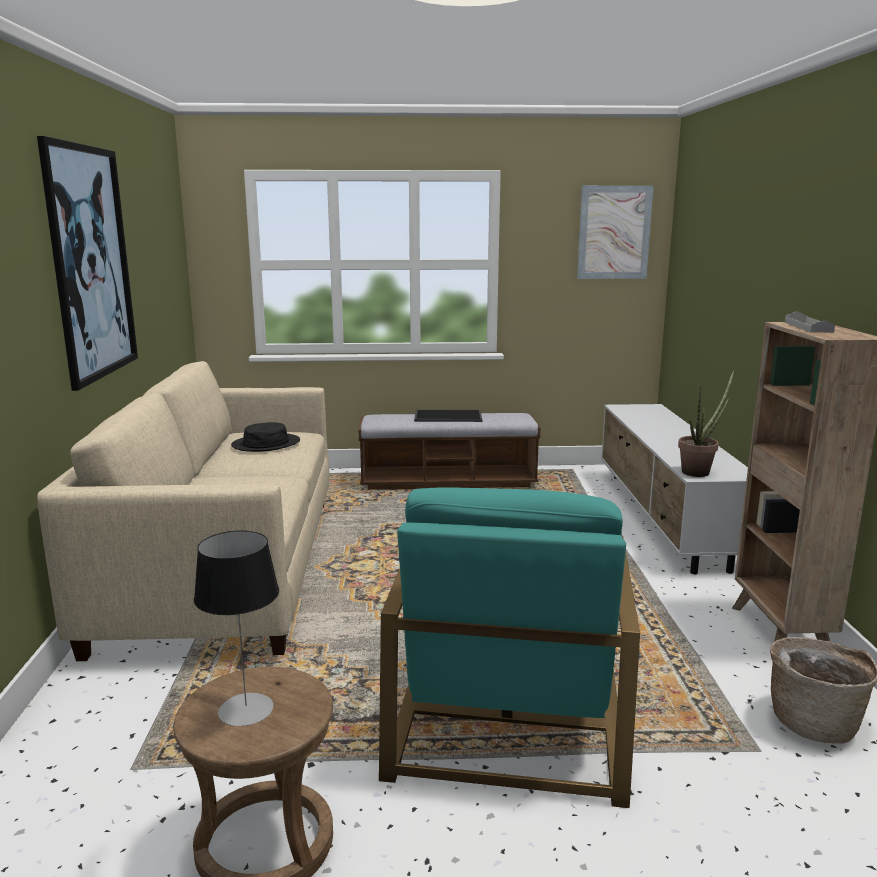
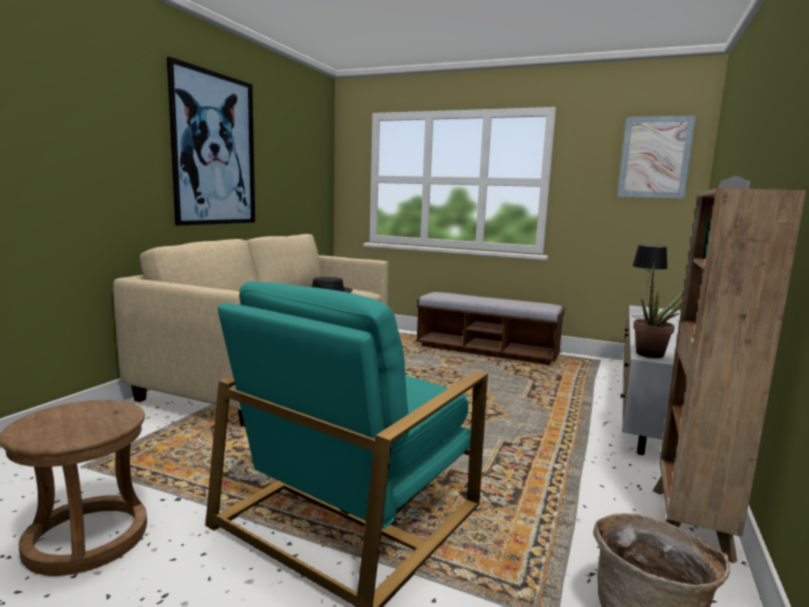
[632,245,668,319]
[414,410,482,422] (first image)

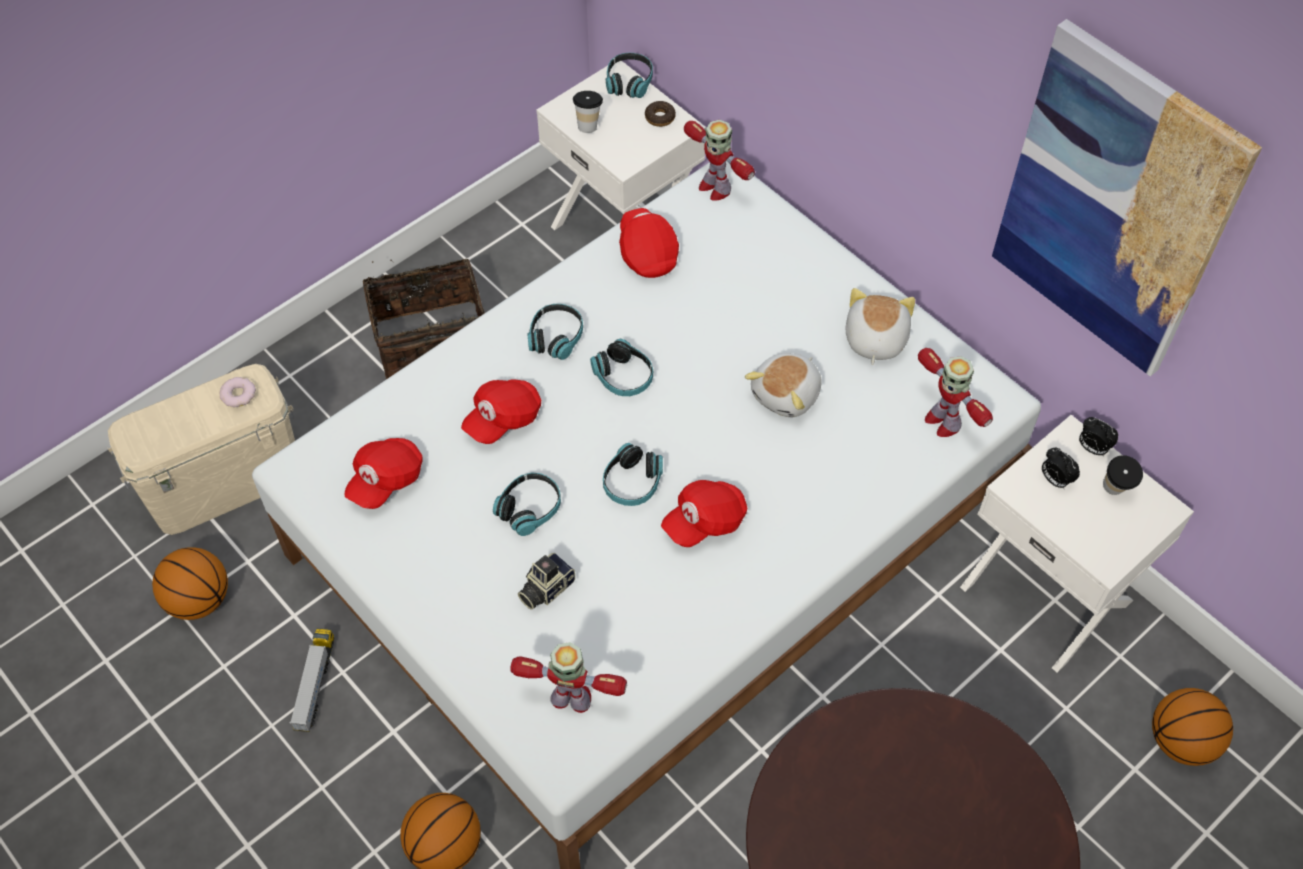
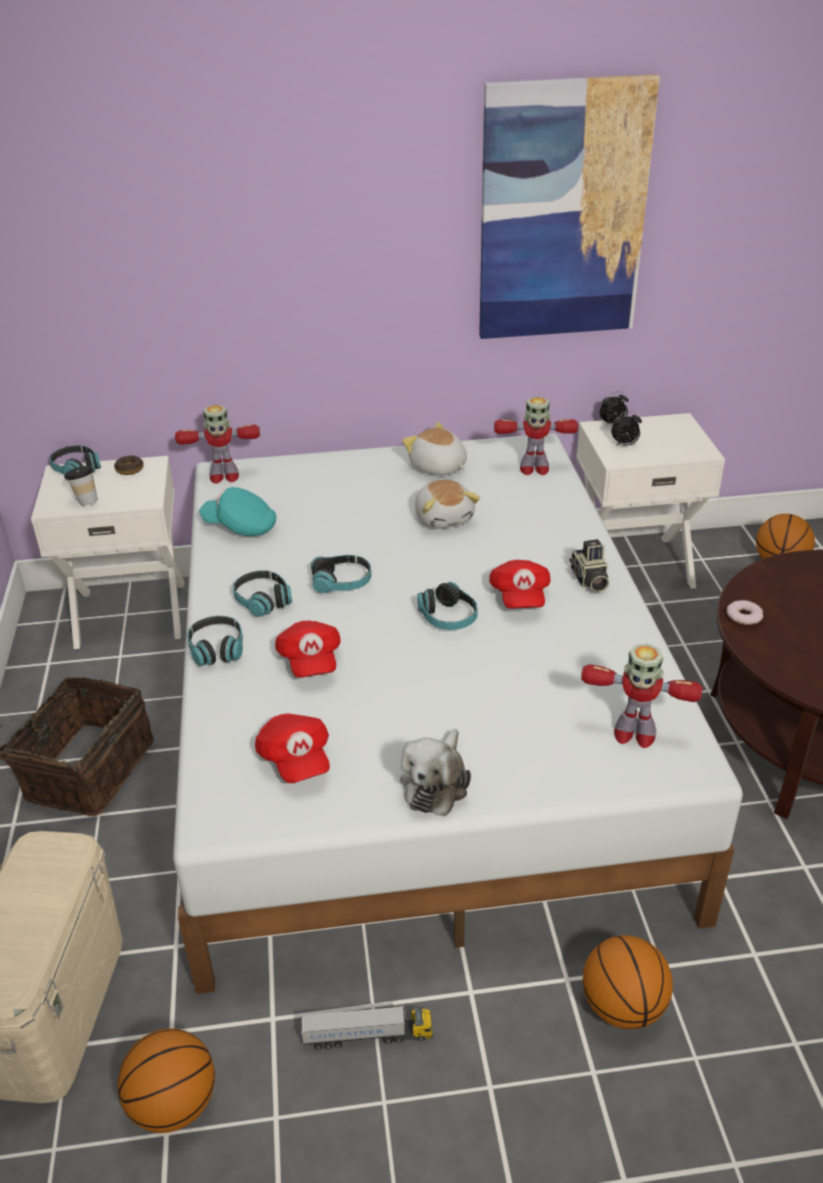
[187,616,243,666]
[199,487,276,536]
[301,1006,433,1050]
[400,729,471,816]
[569,539,609,593]
[581,644,703,748]
[727,600,763,625]
[1103,455,1143,495] (first image)

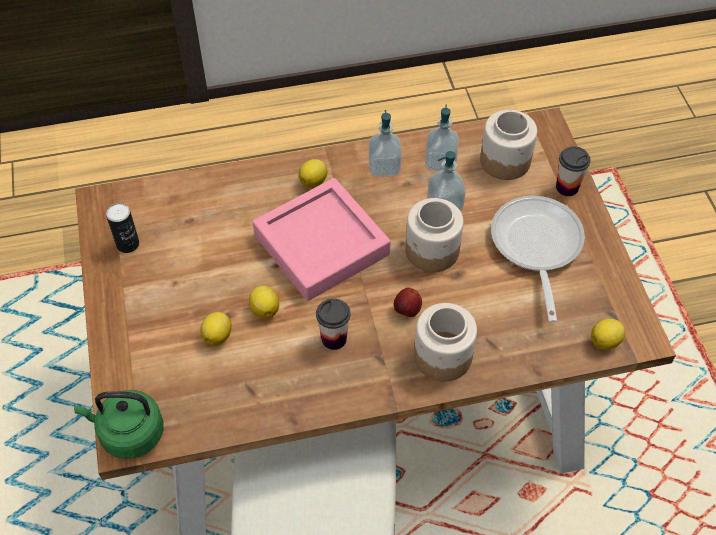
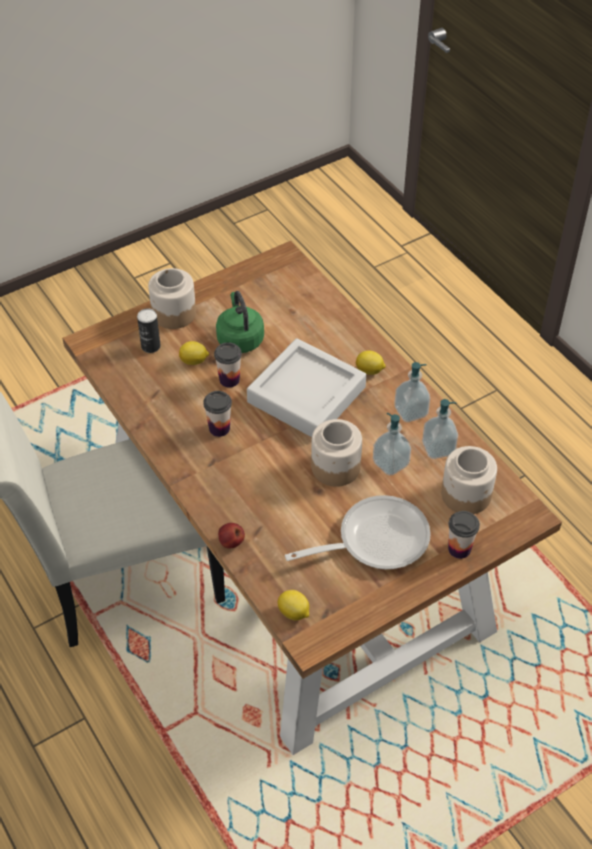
[137,308,161,353]
[148,268,196,329]
[214,342,242,388]
[216,291,264,353]
[218,523,245,549]
[247,338,366,437]

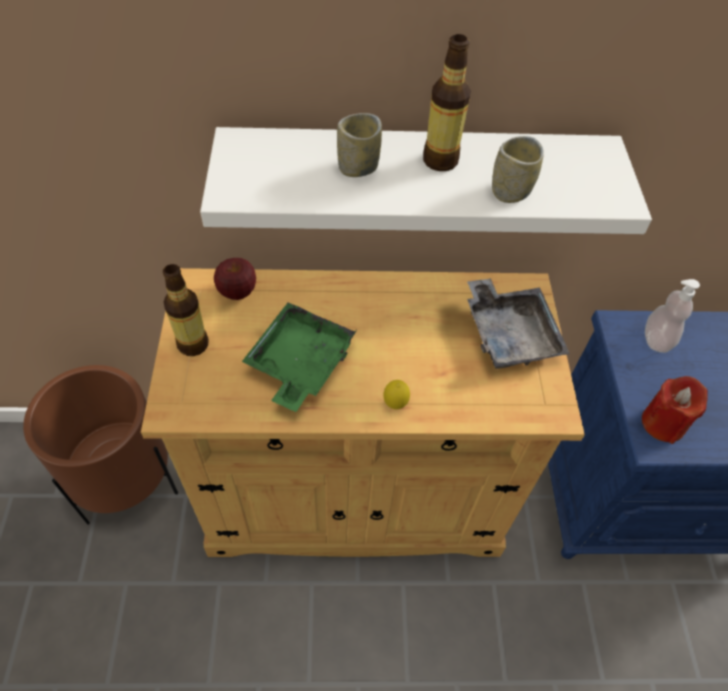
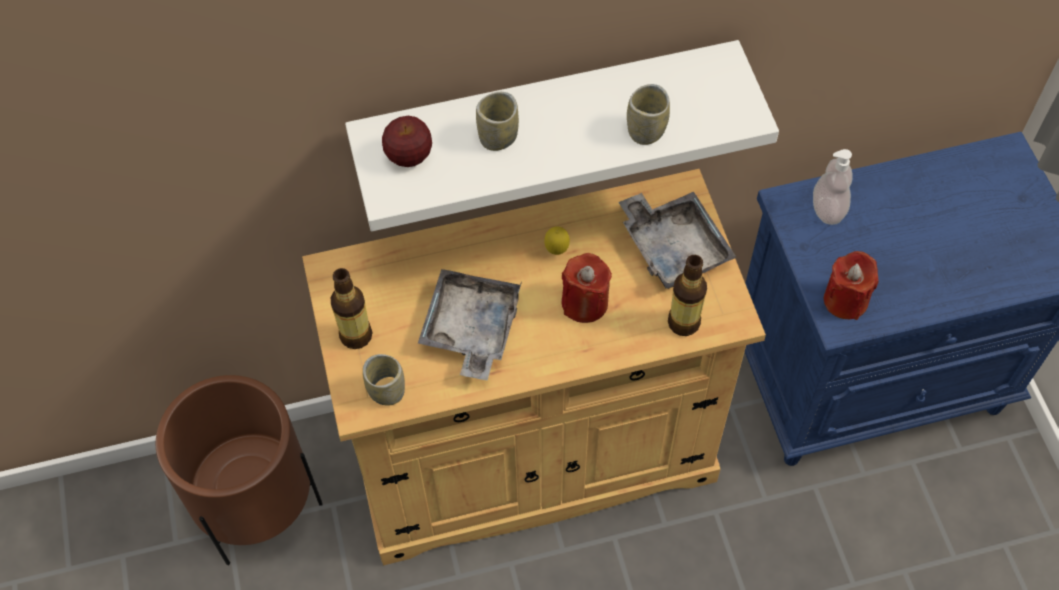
[363,354,405,405]
[382,116,432,167]
[418,269,522,380]
[544,226,570,255]
[561,253,612,323]
[668,255,707,336]

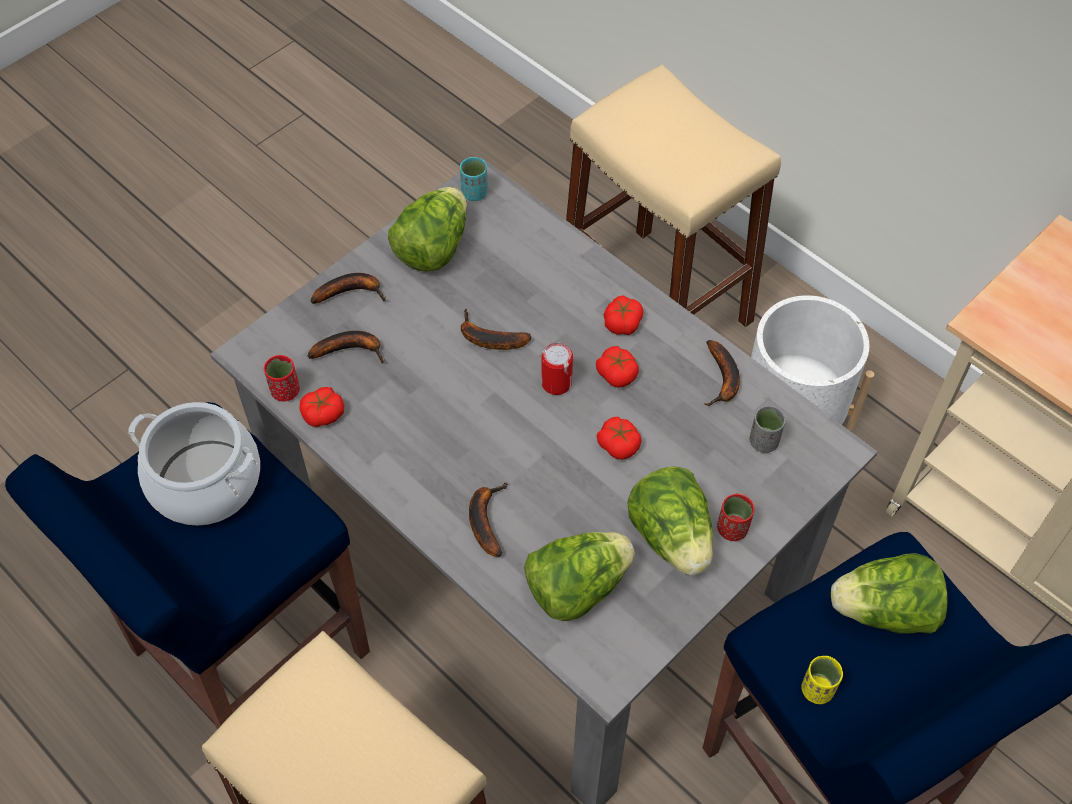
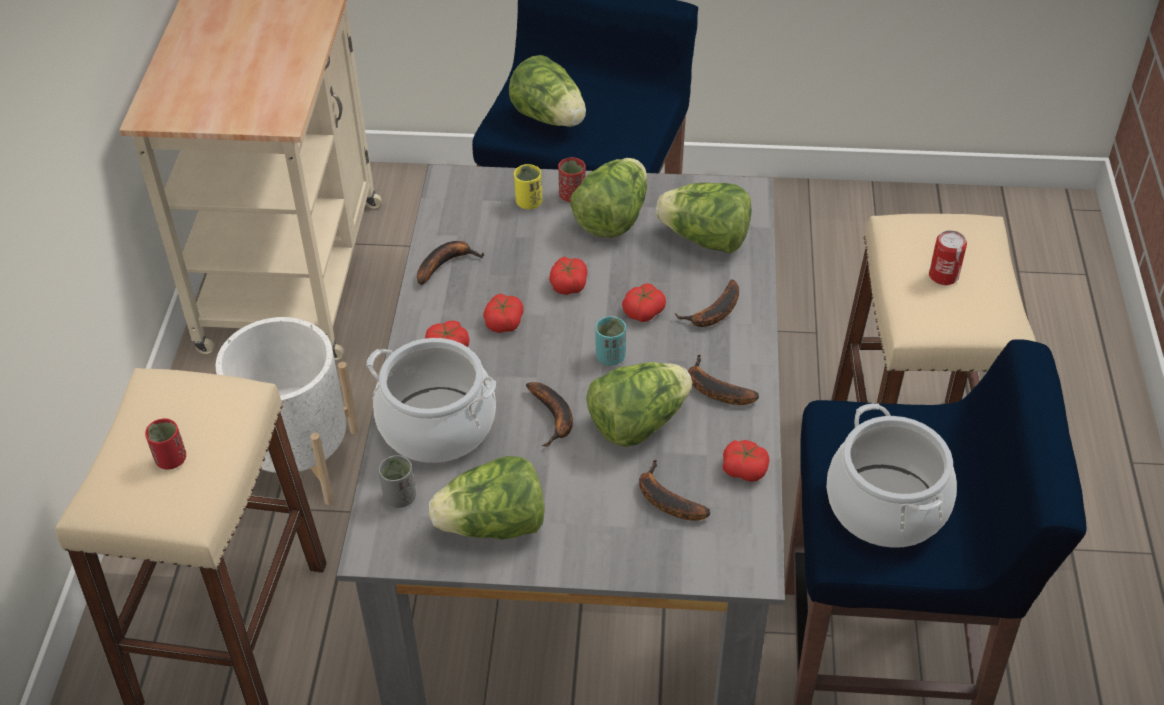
[145,418,186,470]
[367,338,496,463]
[378,455,416,508]
[514,164,543,209]
[586,362,692,447]
[595,316,626,365]
[622,284,666,322]
[688,354,759,405]
[929,230,967,285]

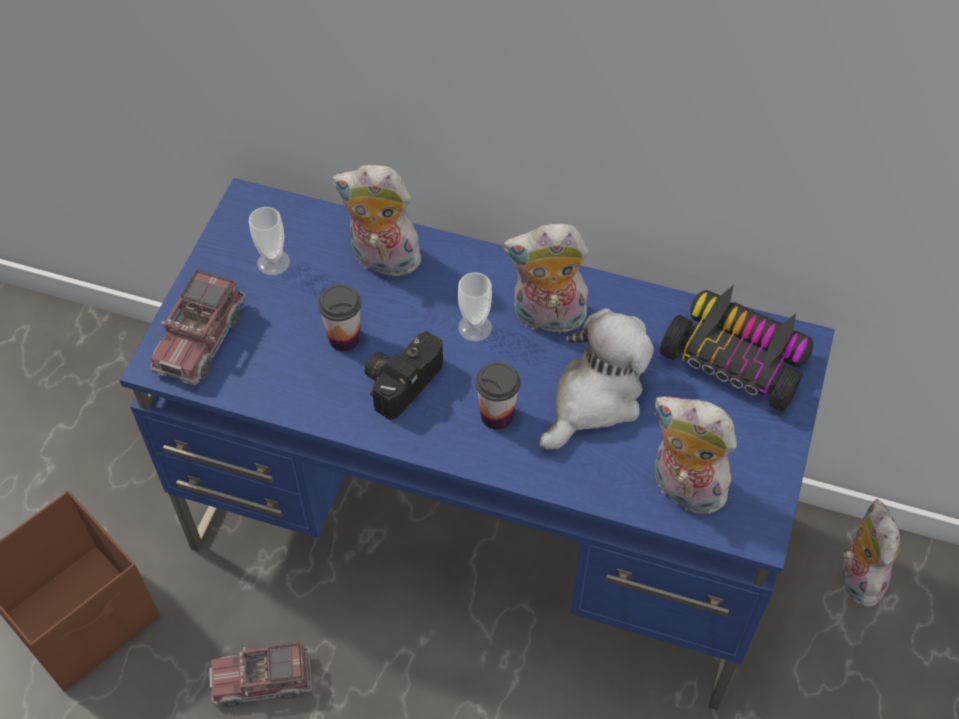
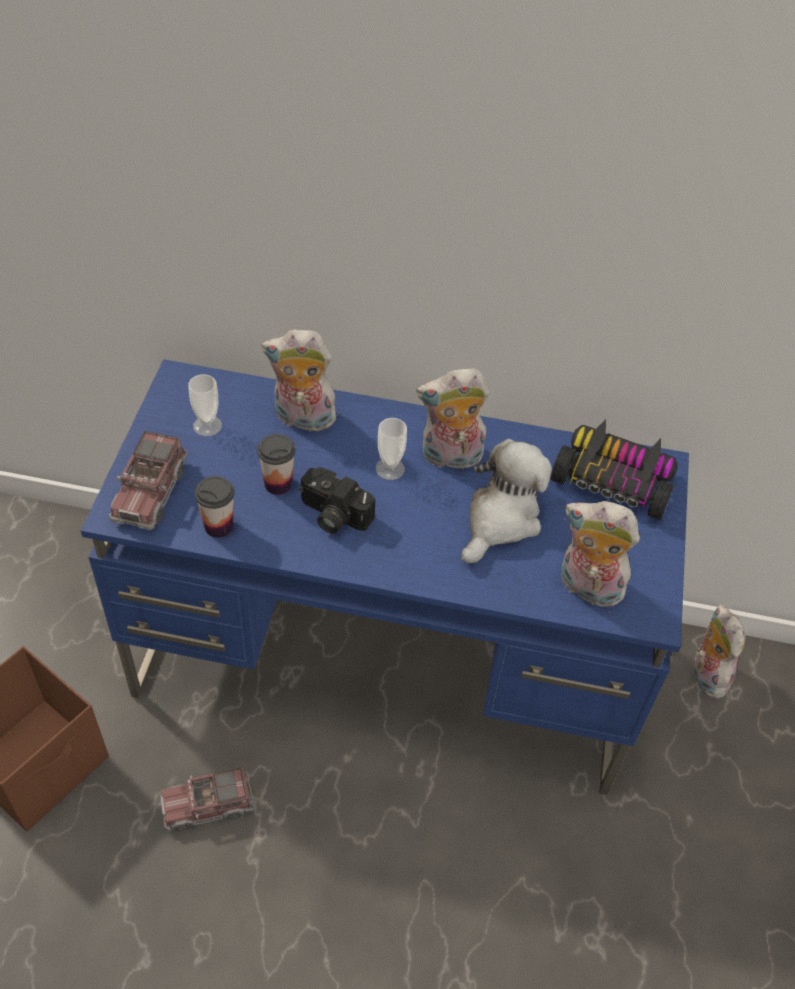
[195,476,234,538]
[299,467,375,534]

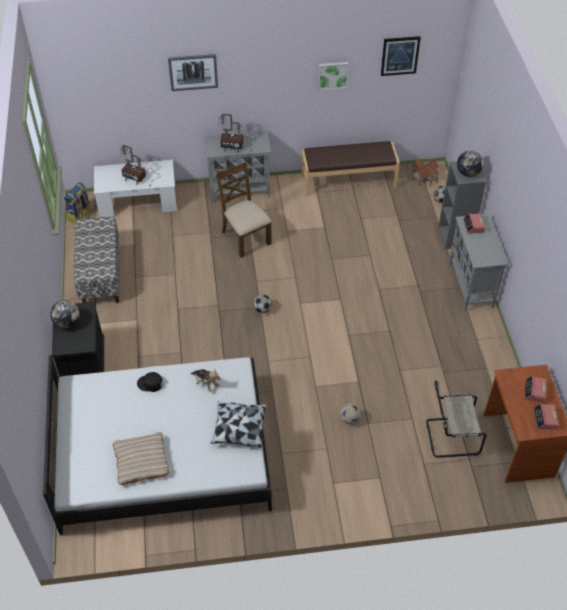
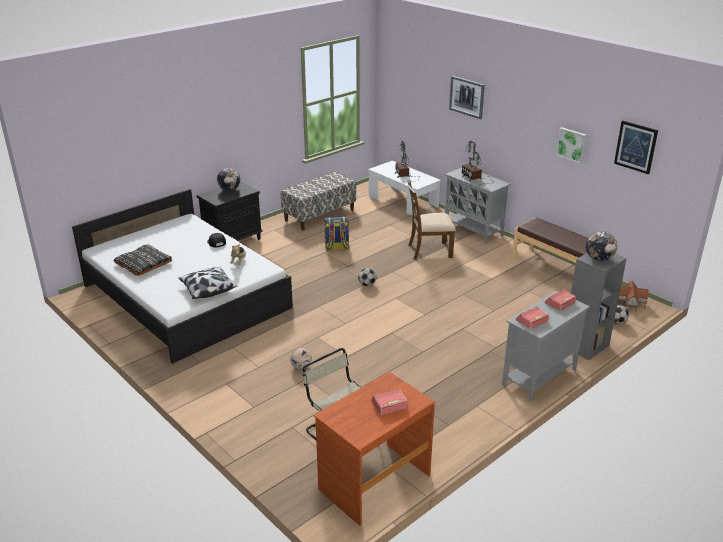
[113,244,172,276]
[324,217,349,251]
[407,179,456,260]
[516,306,549,329]

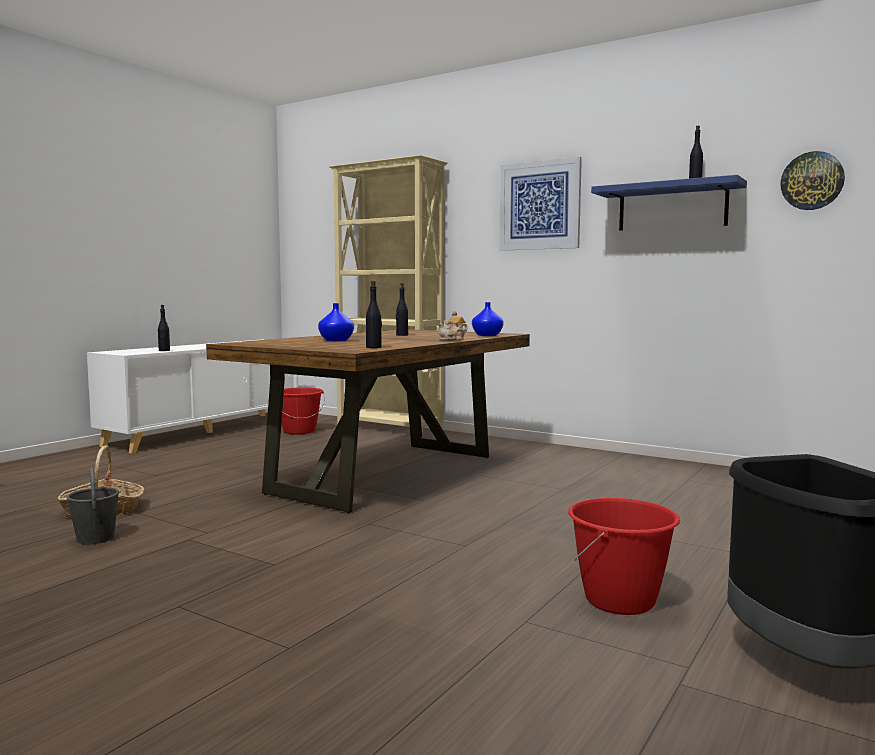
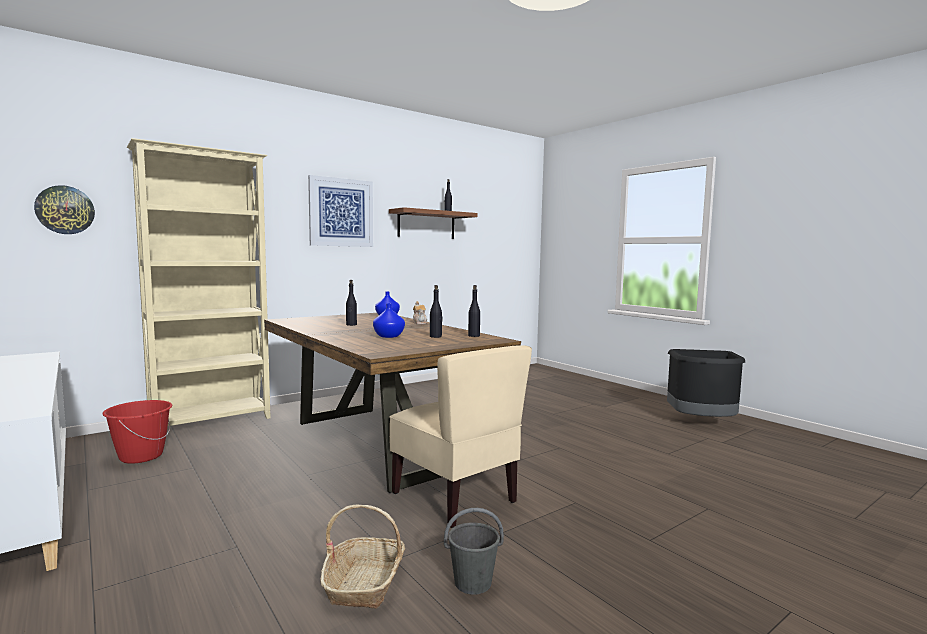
[34,185,95,234]
[389,207,478,239]
[389,345,532,528]
[430,285,442,338]
[568,498,680,615] (first image)

